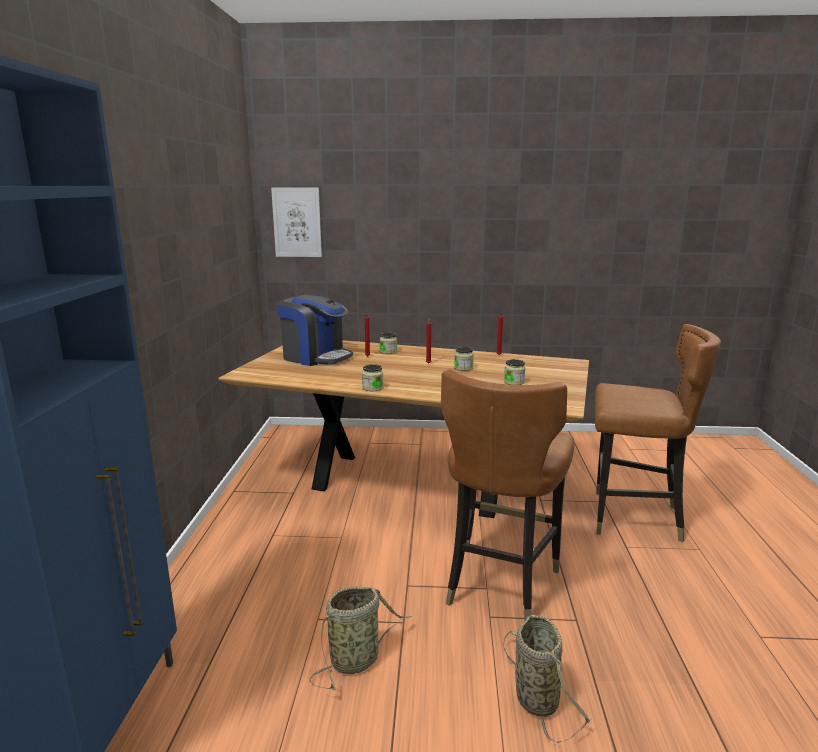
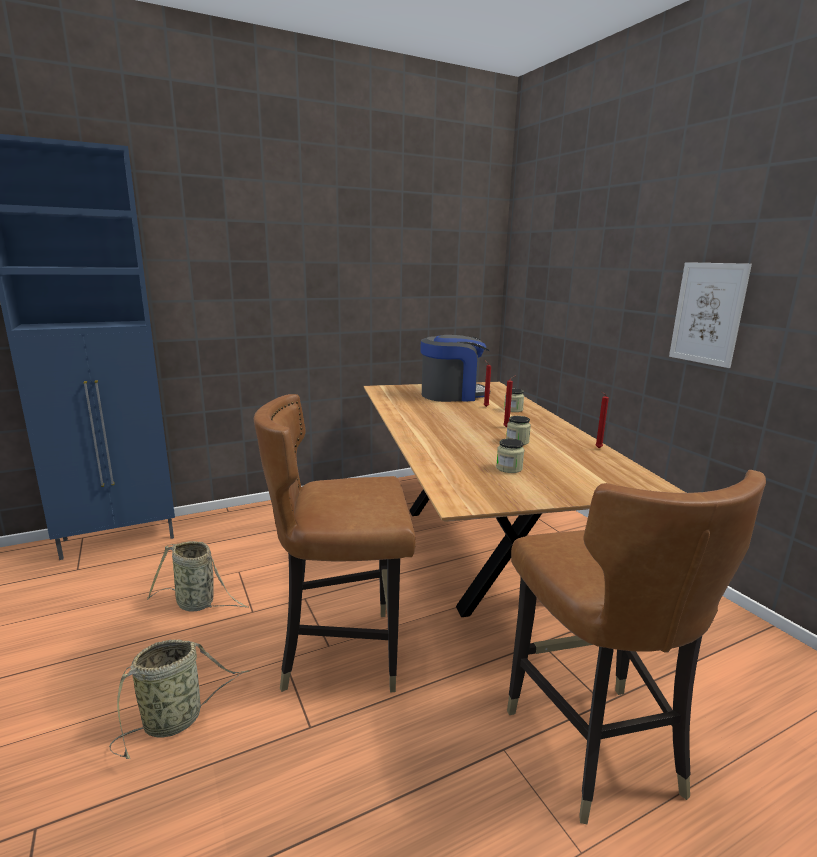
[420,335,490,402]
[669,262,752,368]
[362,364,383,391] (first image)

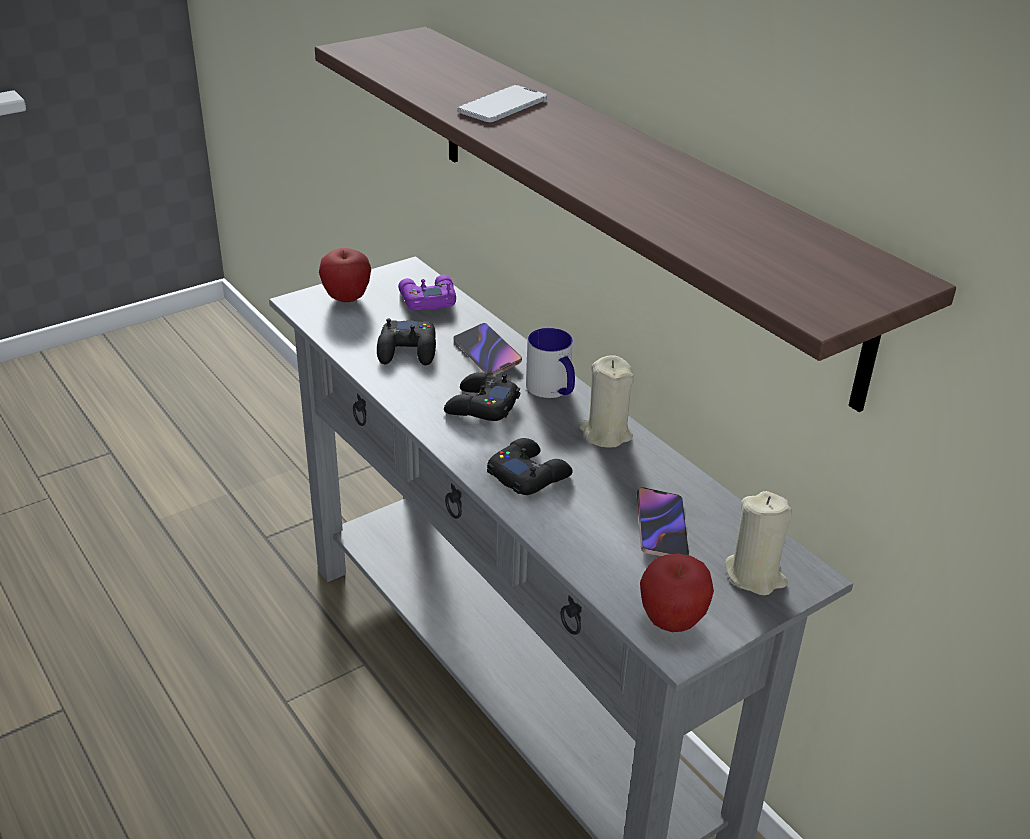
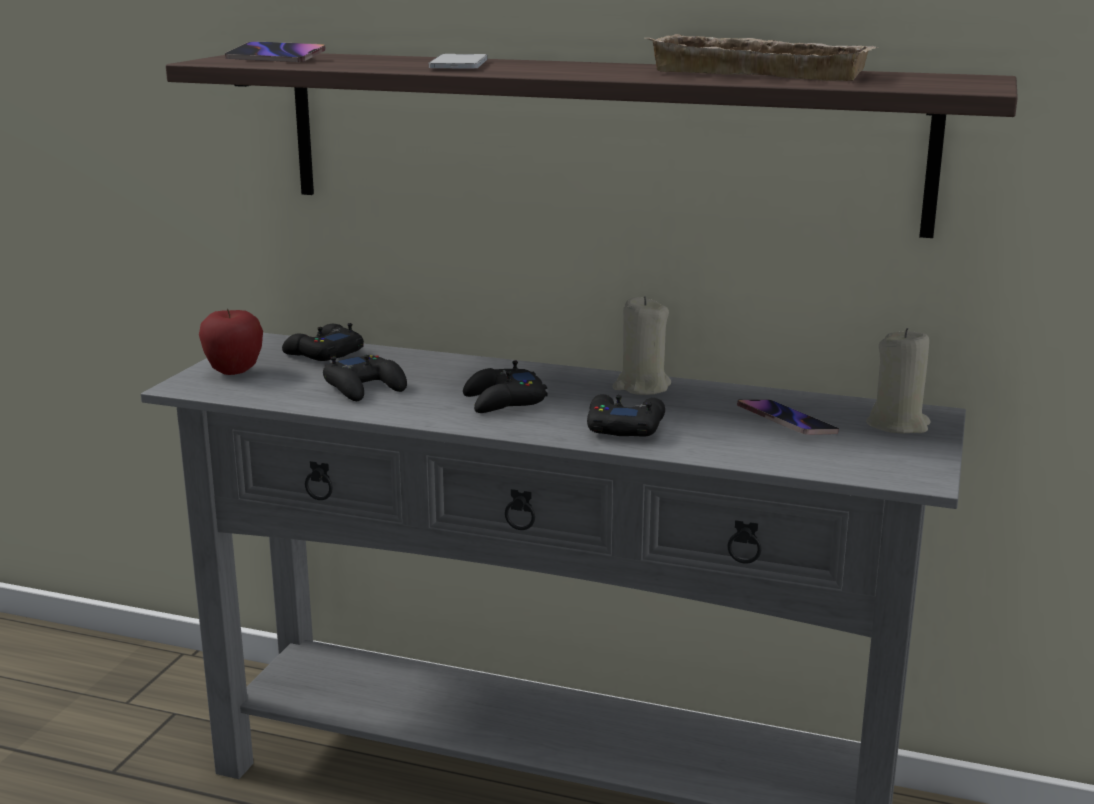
[225,41,326,62]
[282,323,364,361]
[645,34,879,81]
[526,328,575,398] (first image)
[640,554,714,632] (first image)

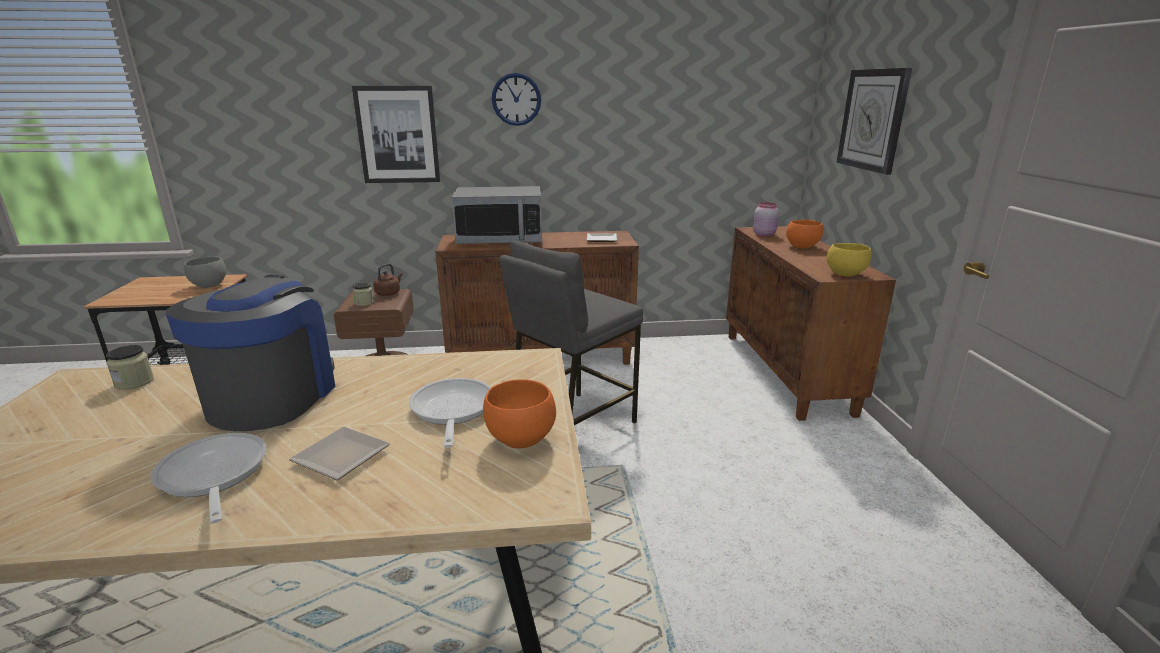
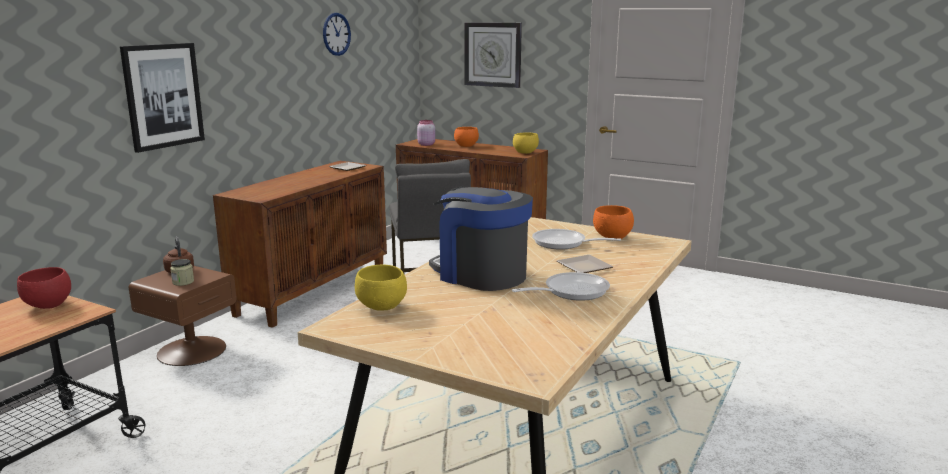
[17,267,71,309]
[323,13,351,56]
[355,265,407,311]
[512,272,610,301]
[452,186,542,244] (first image)

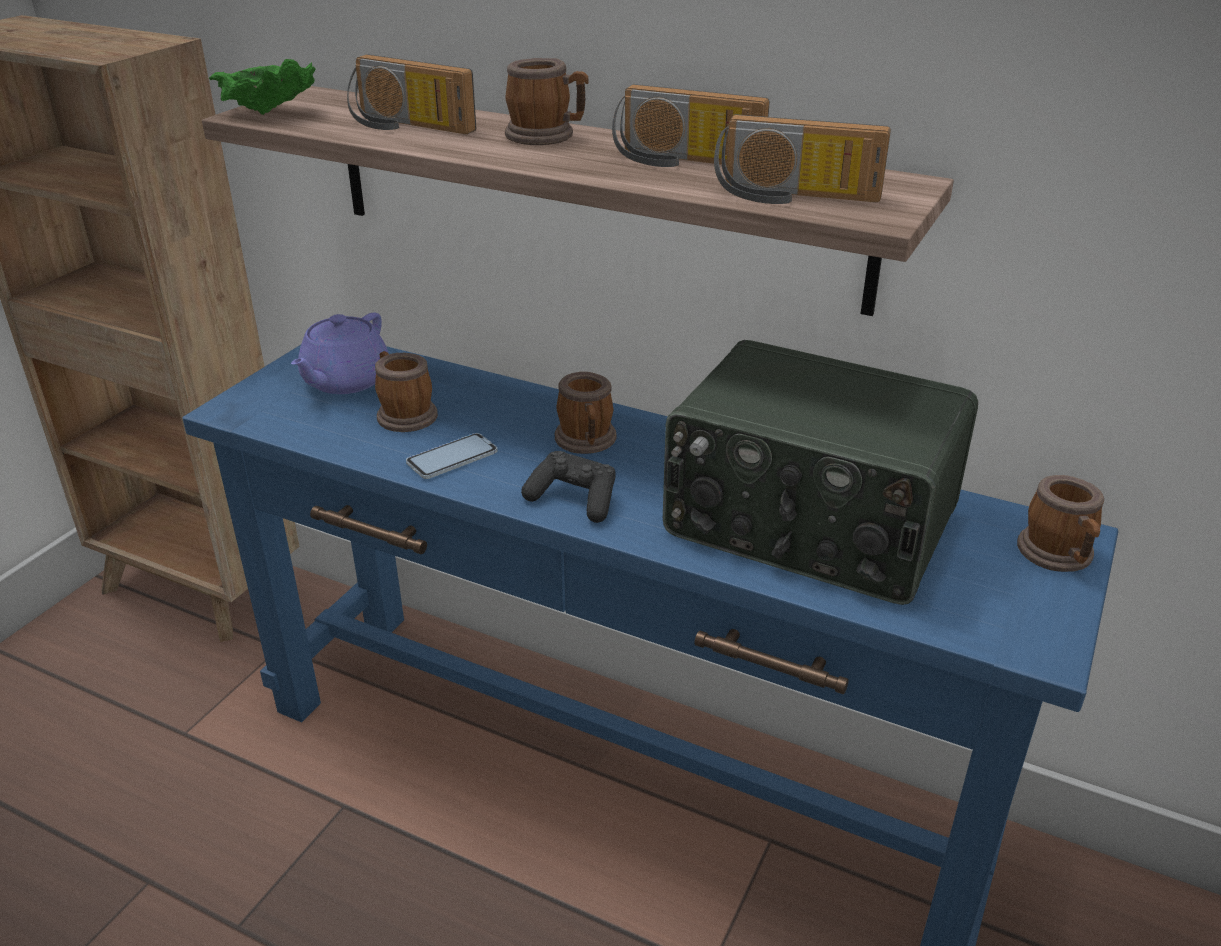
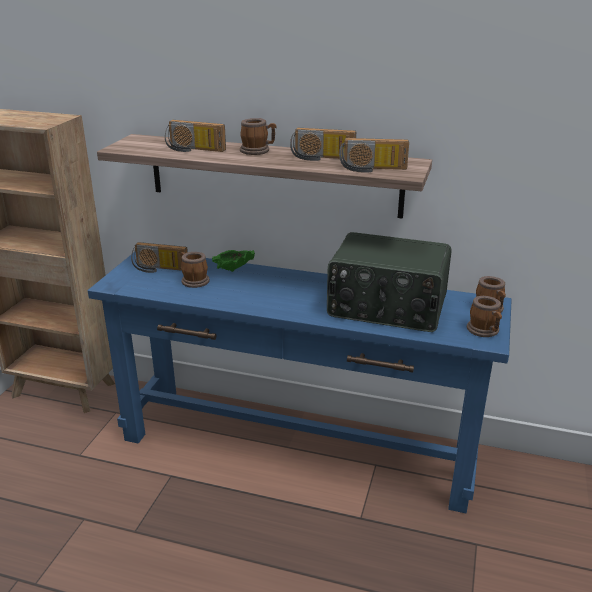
[131,242,188,273]
[212,250,255,272]
[467,296,502,337]
[406,433,497,479] (first image)
[521,451,616,523] (first image)

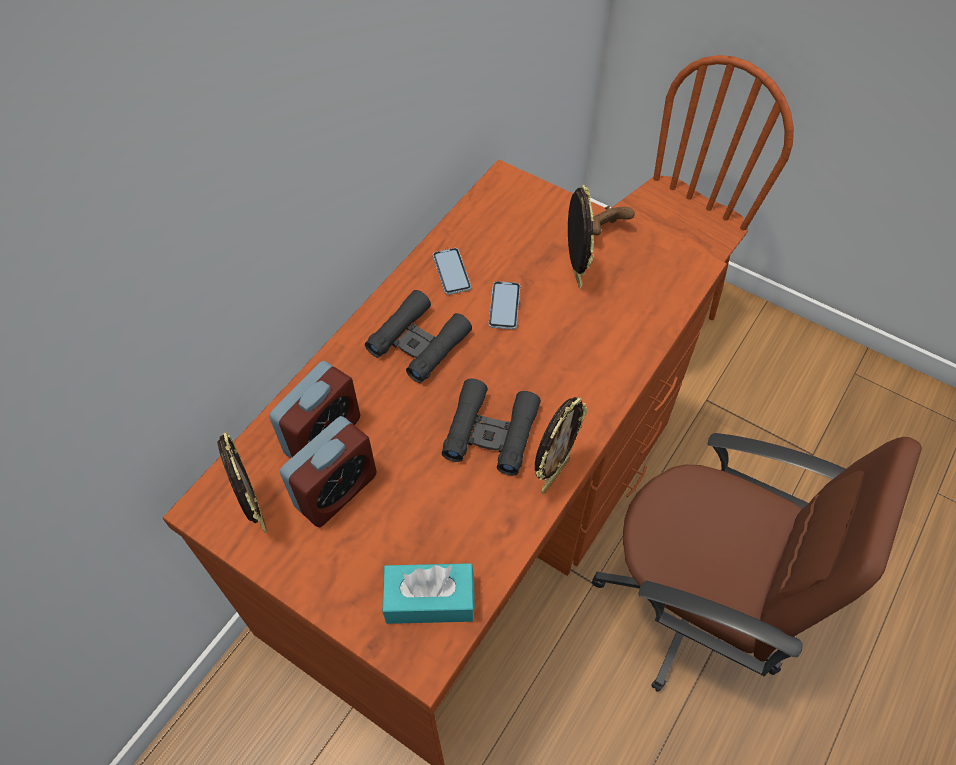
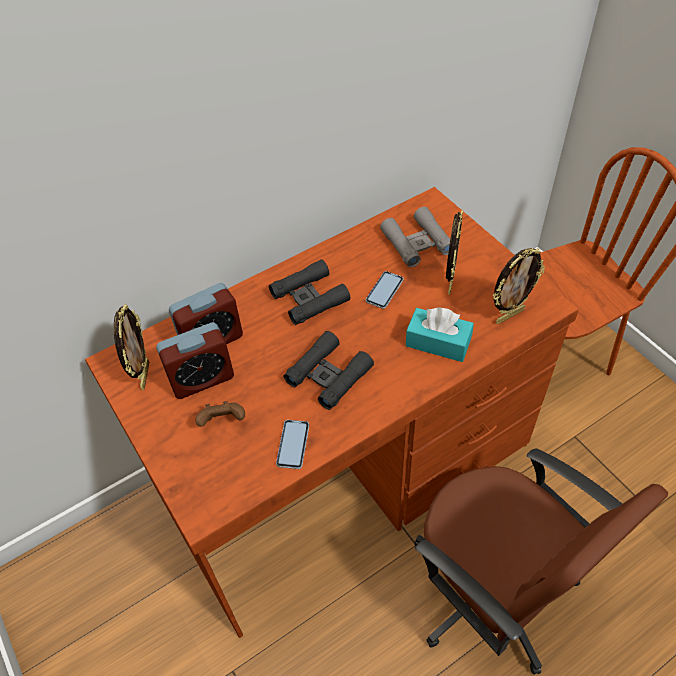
[195,401,245,427]
[276,420,309,469]
[380,207,451,267]
[406,307,474,362]
[493,248,545,324]

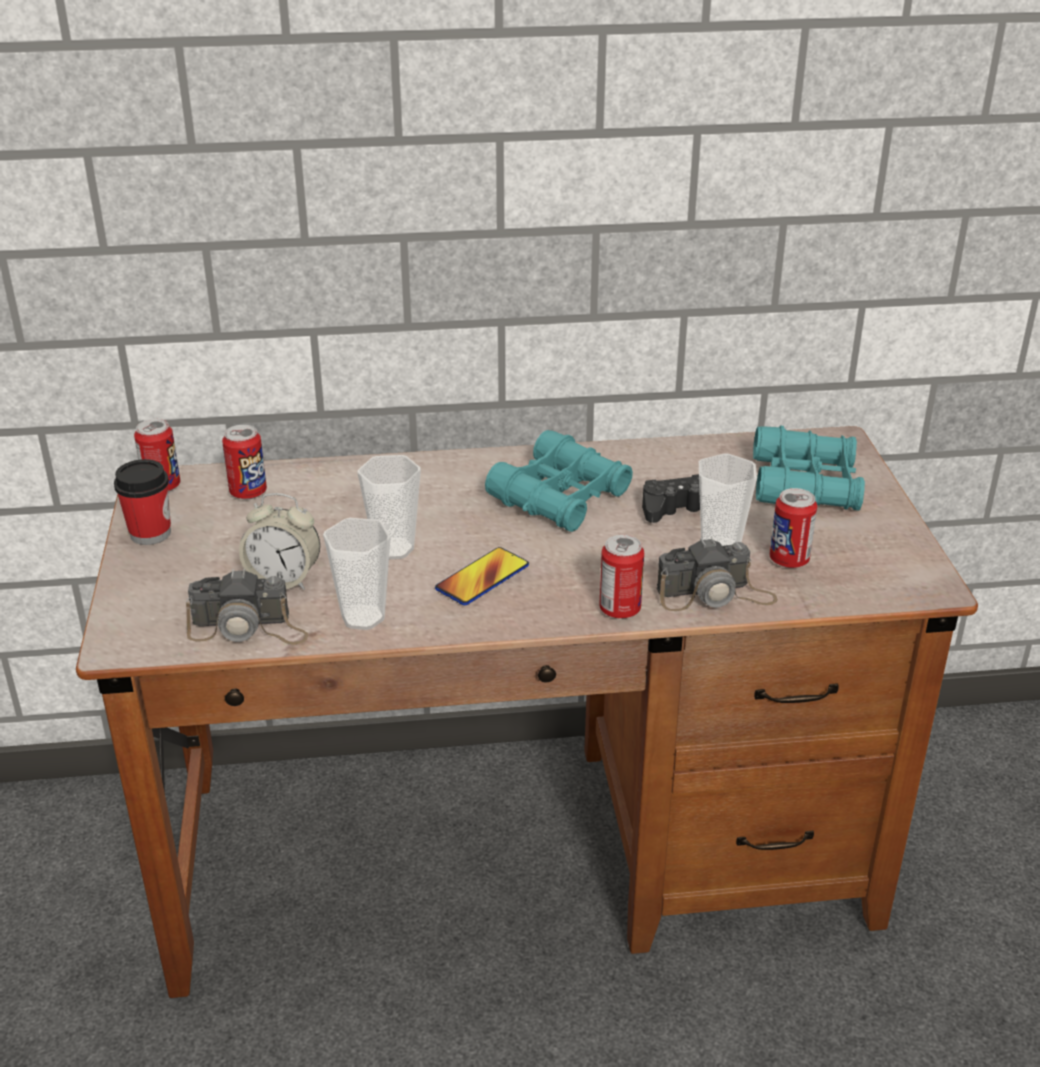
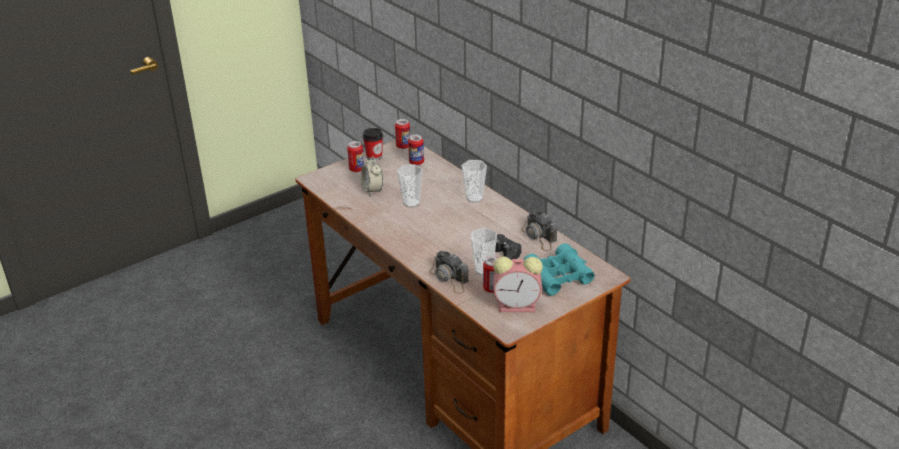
[347,141,364,172]
[462,160,487,203]
[493,256,543,312]
[521,210,557,251]
[435,547,529,605] (first image)
[485,430,633,532] (first image)

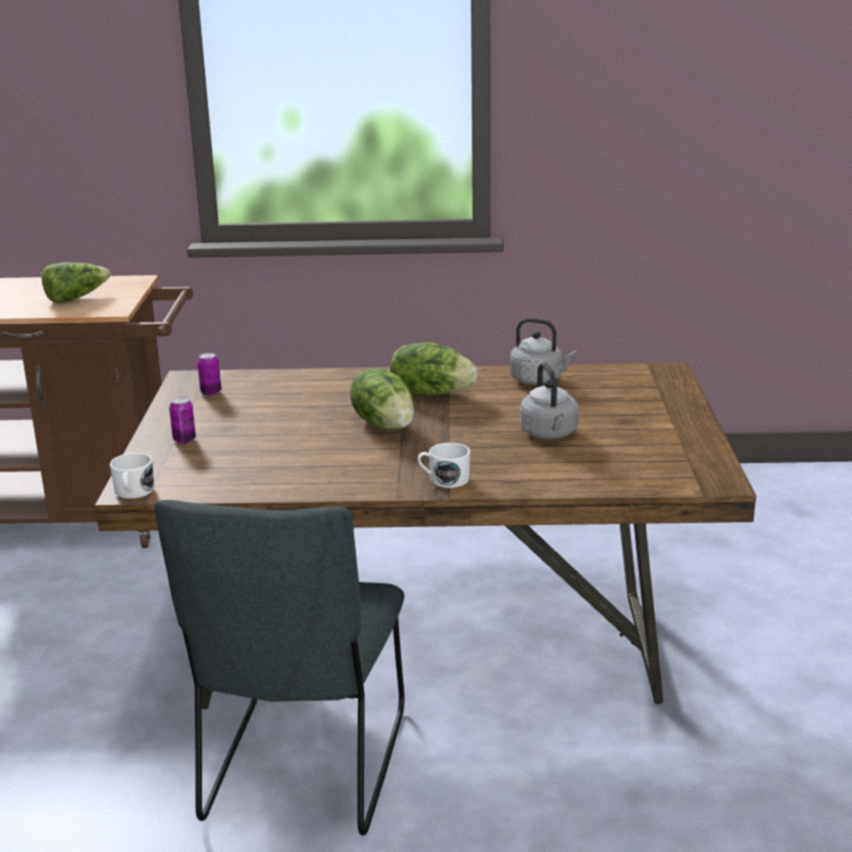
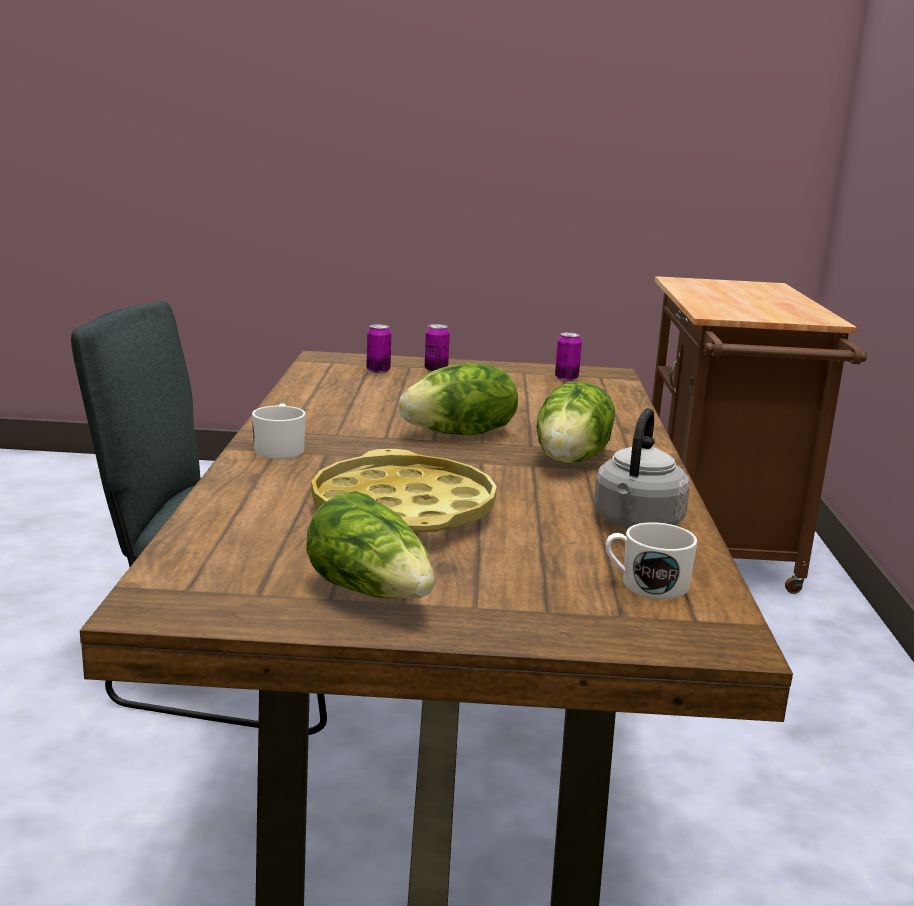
[306,491,434,599]
[311,449,497,532]
[367,324,391,373]
[606,522,697,599]

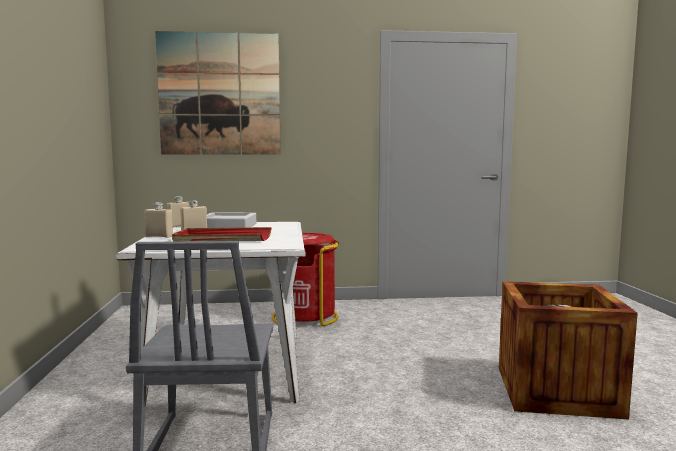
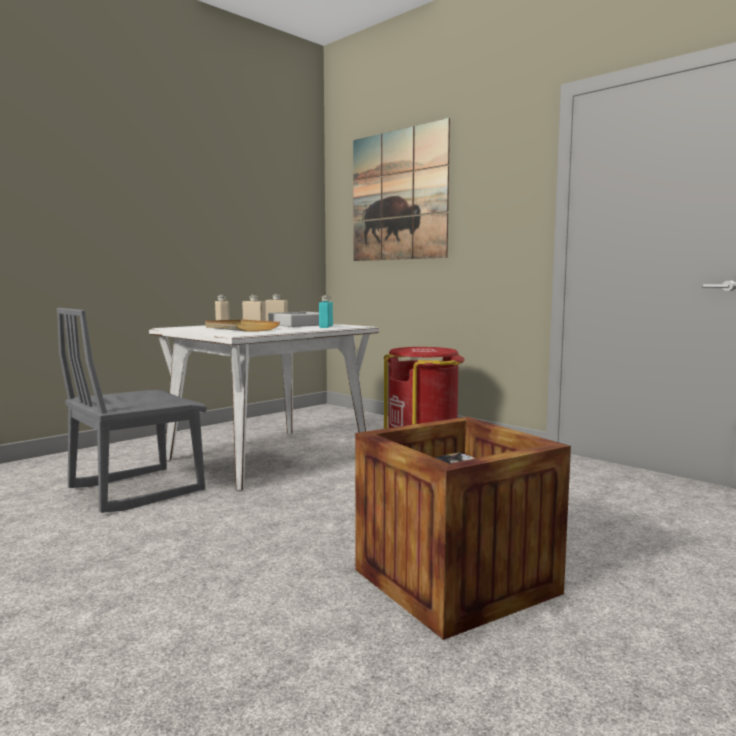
[205,319,280,331]
[319,295,333,328]

